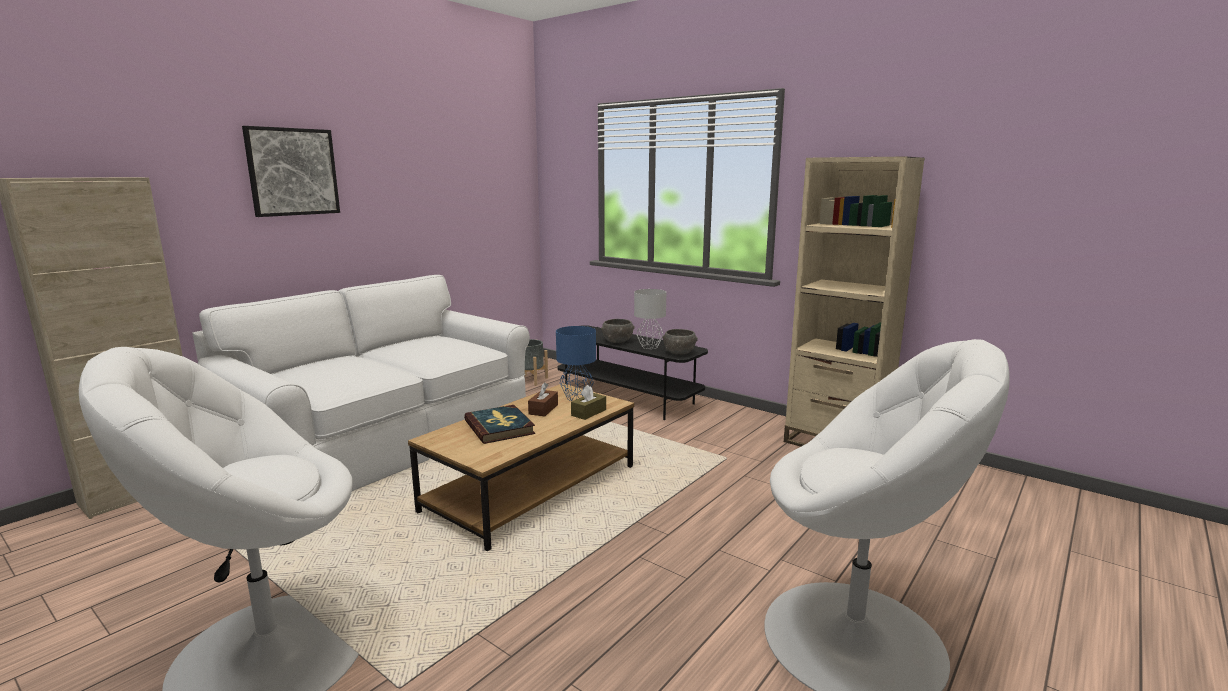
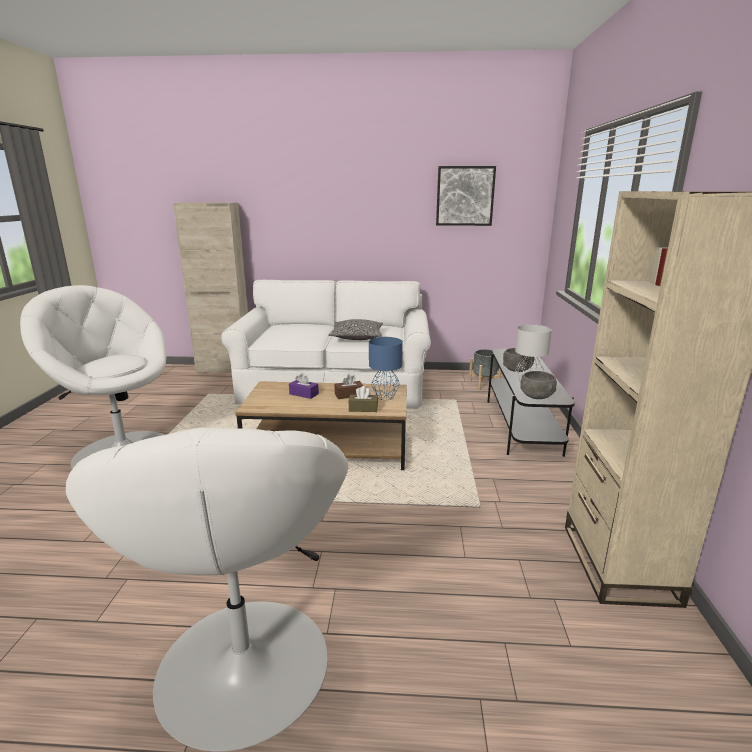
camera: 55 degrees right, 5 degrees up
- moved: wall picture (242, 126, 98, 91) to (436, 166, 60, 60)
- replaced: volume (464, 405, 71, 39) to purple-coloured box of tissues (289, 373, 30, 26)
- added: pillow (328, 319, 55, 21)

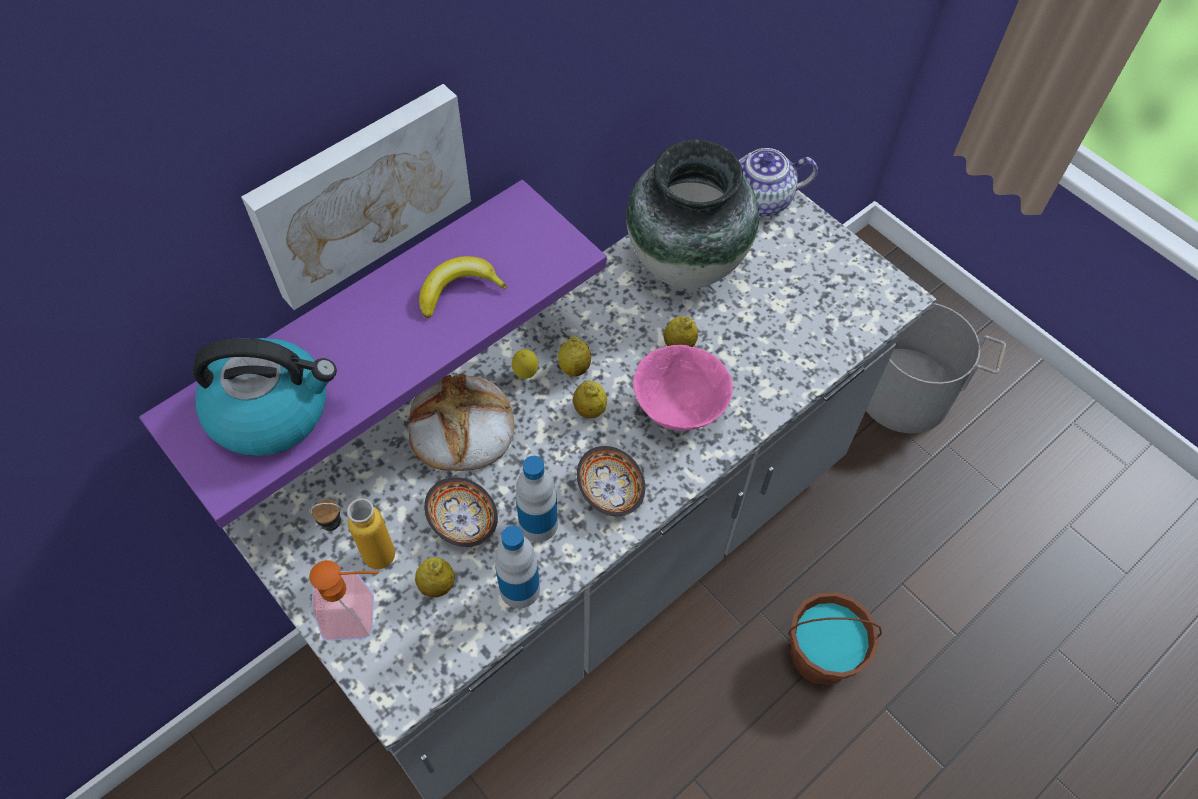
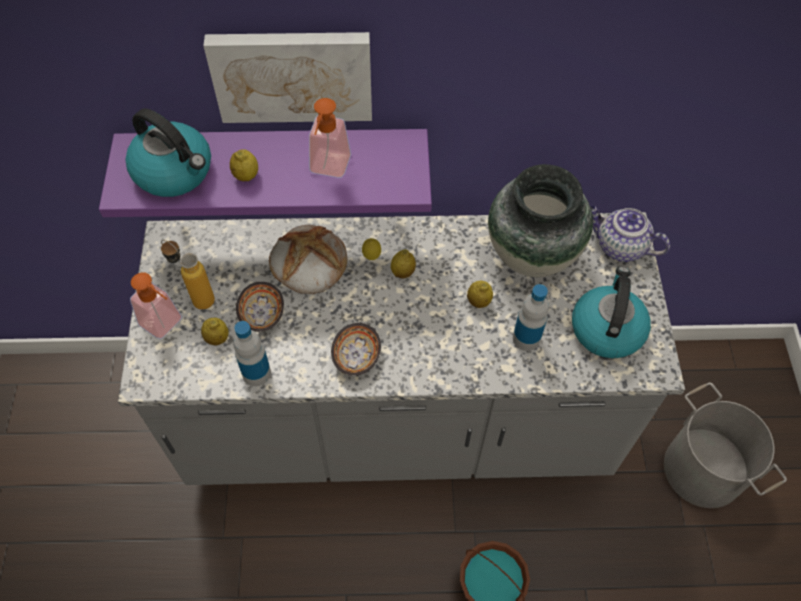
camera: 40 degrees right, 0 degrees up
- replaced: banana (419, 256, 89, 62) to soap bottle (309, 98, 42, 80)
- moved: drink bottle (516, 456, 42, 86) to (513, 284, 36, 67)
- moved: whole lemon (573, 381, 34, 37) to (230, 149, 28, 32)
- removed: pinkish serving bowl (633, 345, 100, 86)
- added: kettle (572, 267, 79, 91)

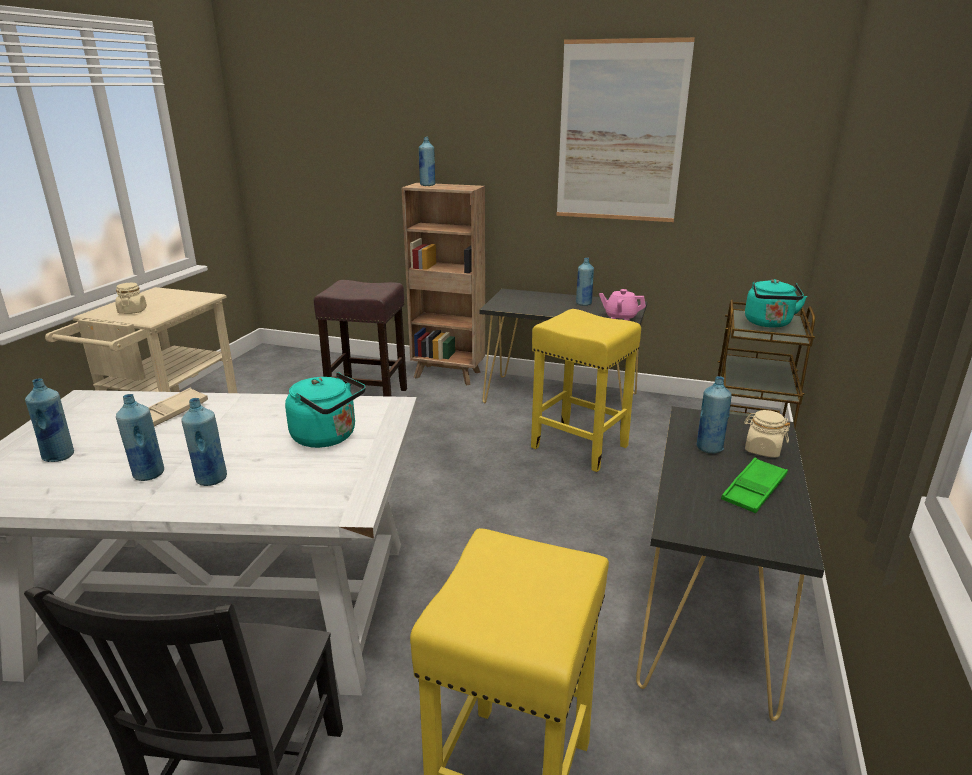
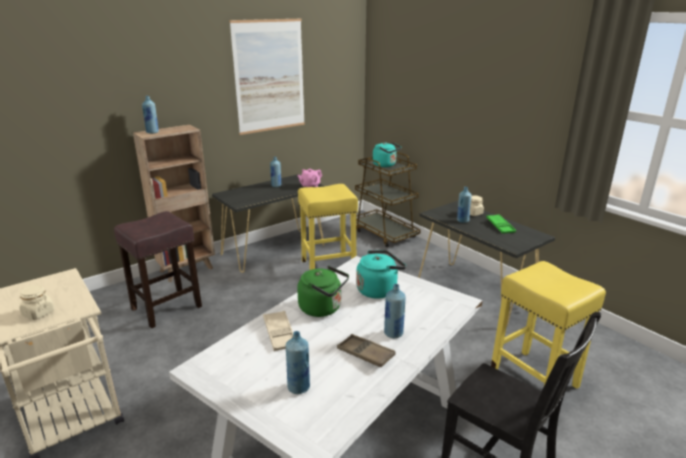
camera: 55 degrees left, 0 degrees up
- replaced: bluish drink bottle (116, 394, 48, 87) to brownish carrying tray (337, 334, 58, 33)
- added: green-coloured kettle (297, 266, 52, 51)

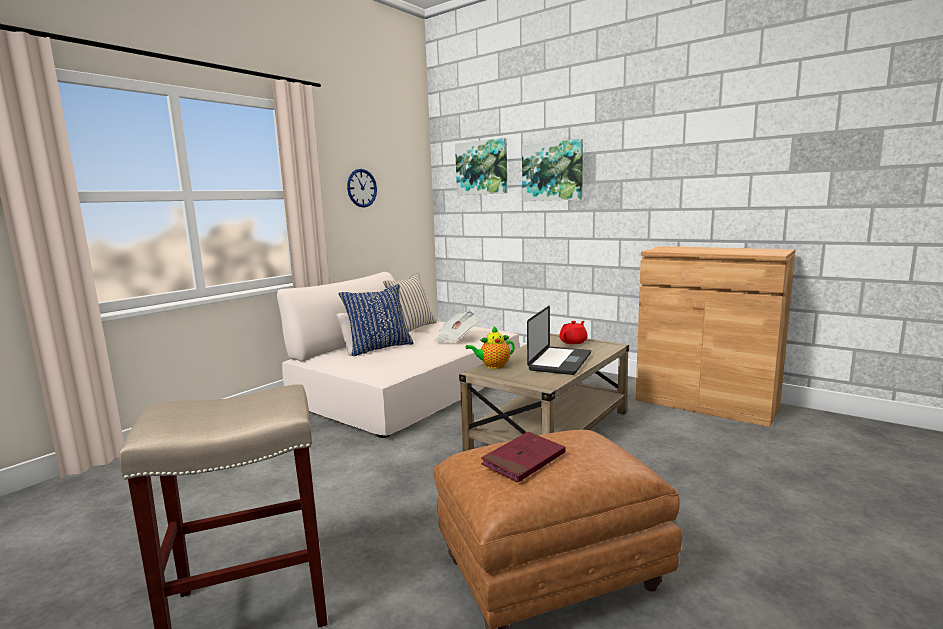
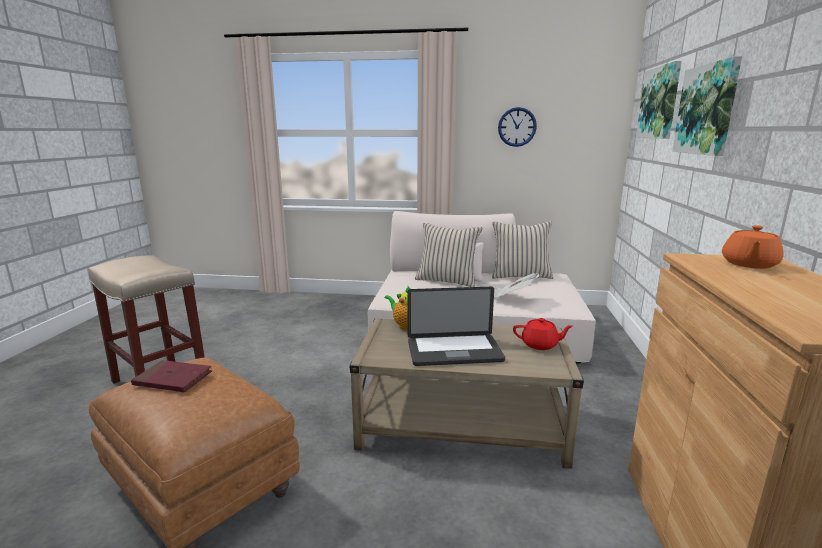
camera: 60 degrees right, 5 degrees up
- recoloured: bluish pillow (339, 284, 75, 72) to sand-coloured pillow (415, 223, 67, 64)
- added: orange-coloured pot for tea (722, 225, 62, 44)

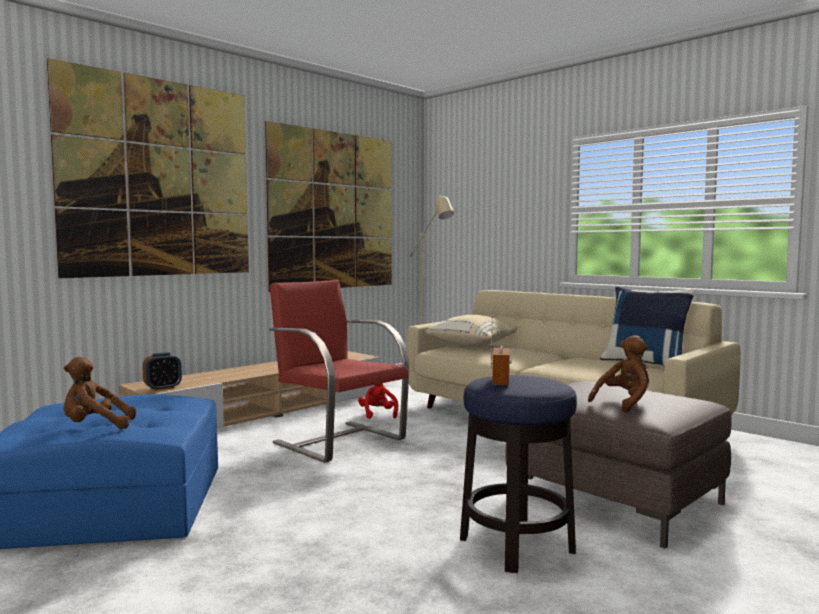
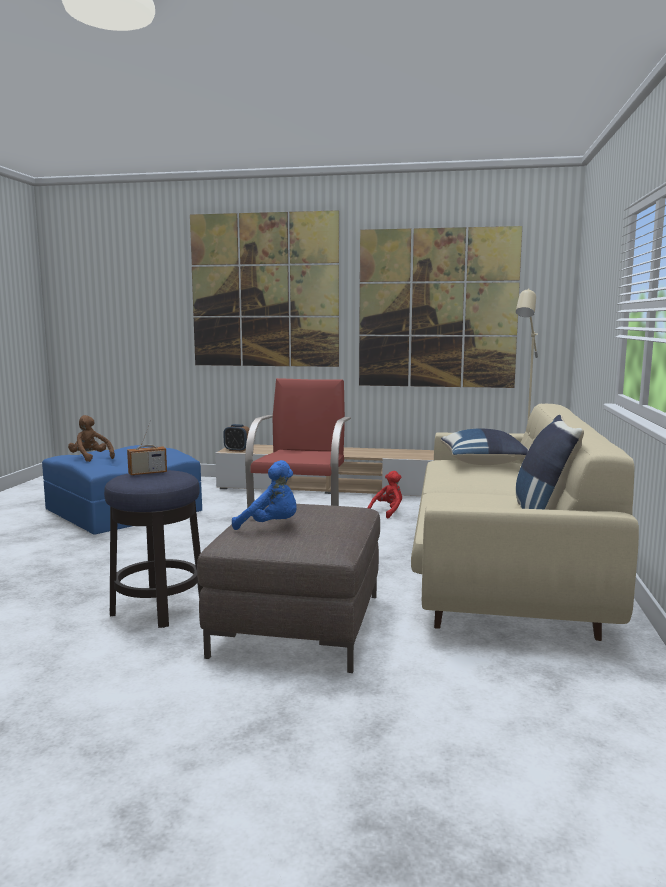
camera: 55 degrees right, 5 degrees up
- recoloured: sand-coloured pillow (425, 315, 92, 32) to bluish pillow (441, 429, 88, 36)
- recoloured: brownish plush toy (588, 335, 61, 78) to bluish plush toy (232, 460, 65, 70)

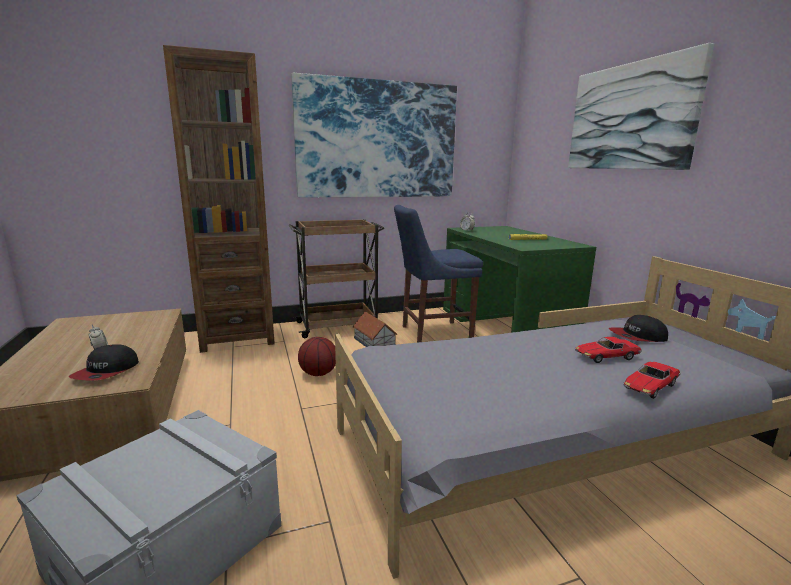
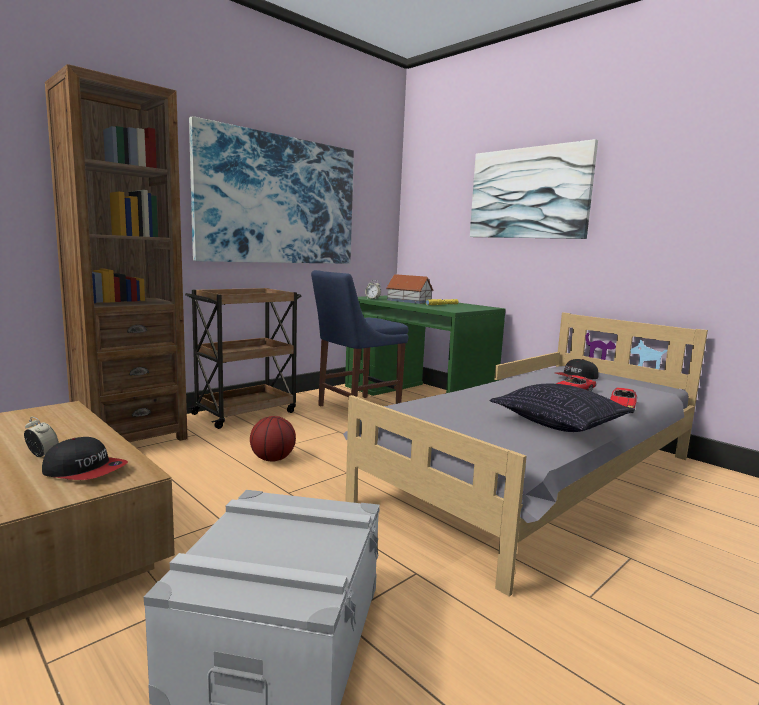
camera: 25 degrees left, 5 degrees down
- turned: baseball cap (68, 345, 71, 36) = (42, 437, 86, 43) 60 degrees counterclockwise
- moved: miniature house (353, 312, 44, 35) to (386, 274, 47, 30)
- added: pillow (490, 384, 145, 48)

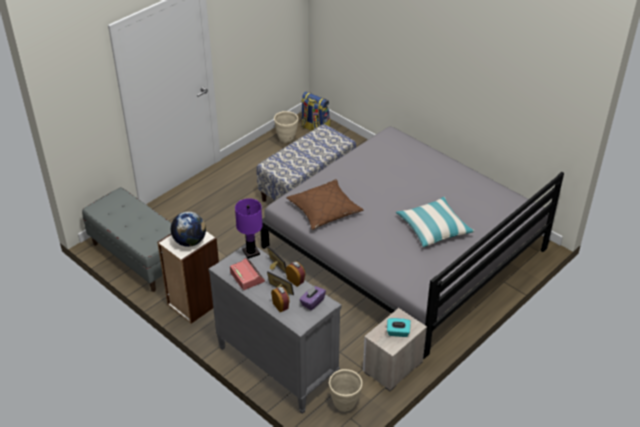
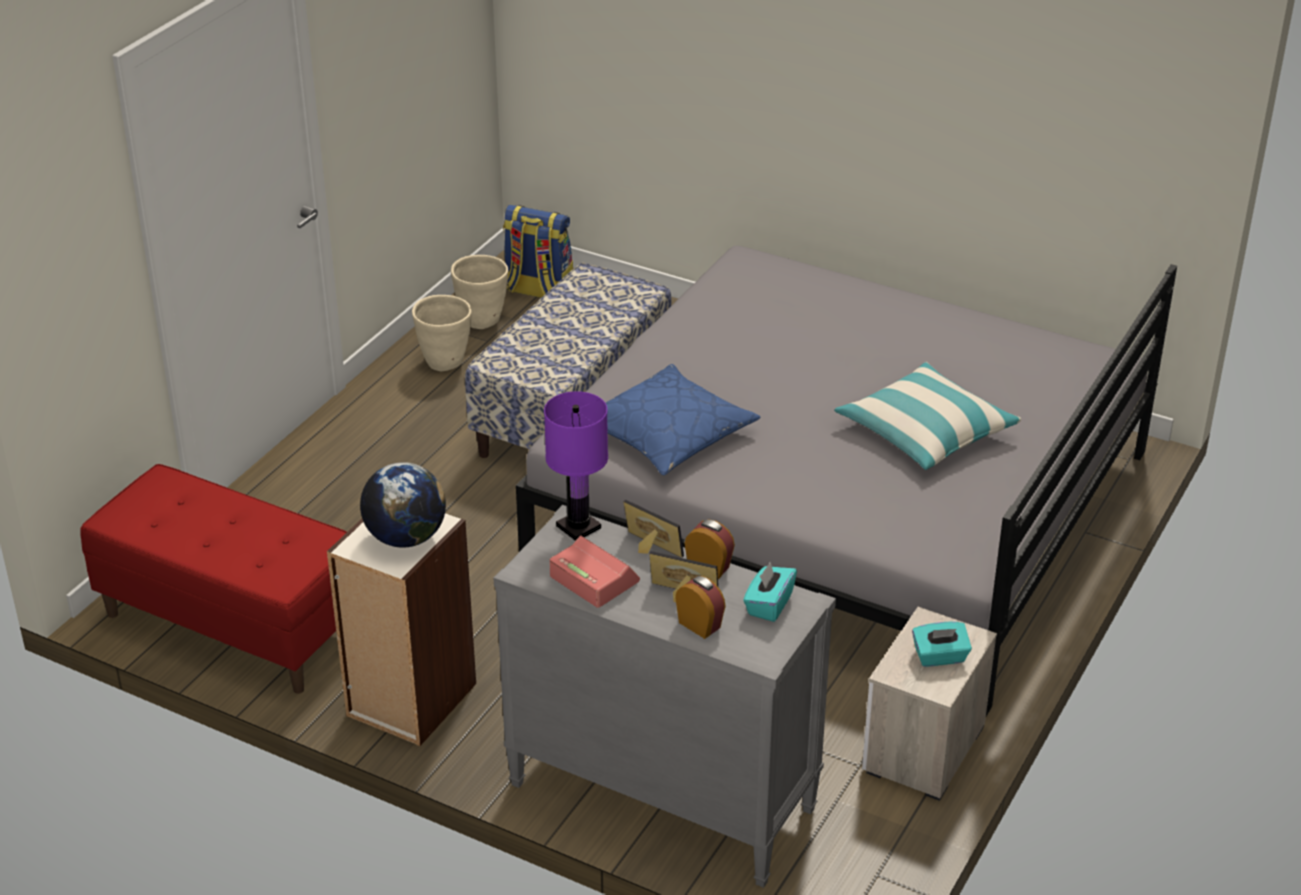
camera: 15 degrees left, 5 degrees down
- recoloured: gray bench (82, 187, 90, 105) to red-coloured bench (80, 464, 267, 230)
- recoloured: brownish pillow (286, 179, 77, 51) to bluish pillow (606, 364, 154, 111)
- recoloured: purple-coloured box of tissues (299, 286, 27, 24) to blue-green box of tissues (743, 561, 54, 61)
- moved: sand-coloured planter (329, 369, 34, 43) to (412, 295, 60, 77)

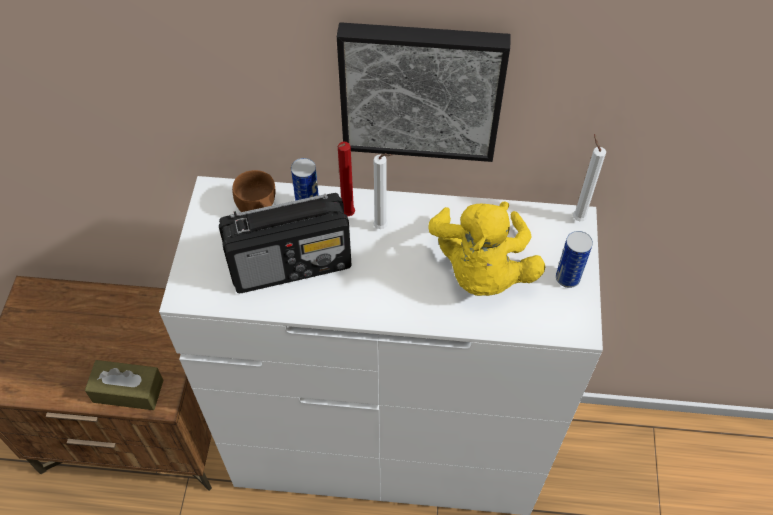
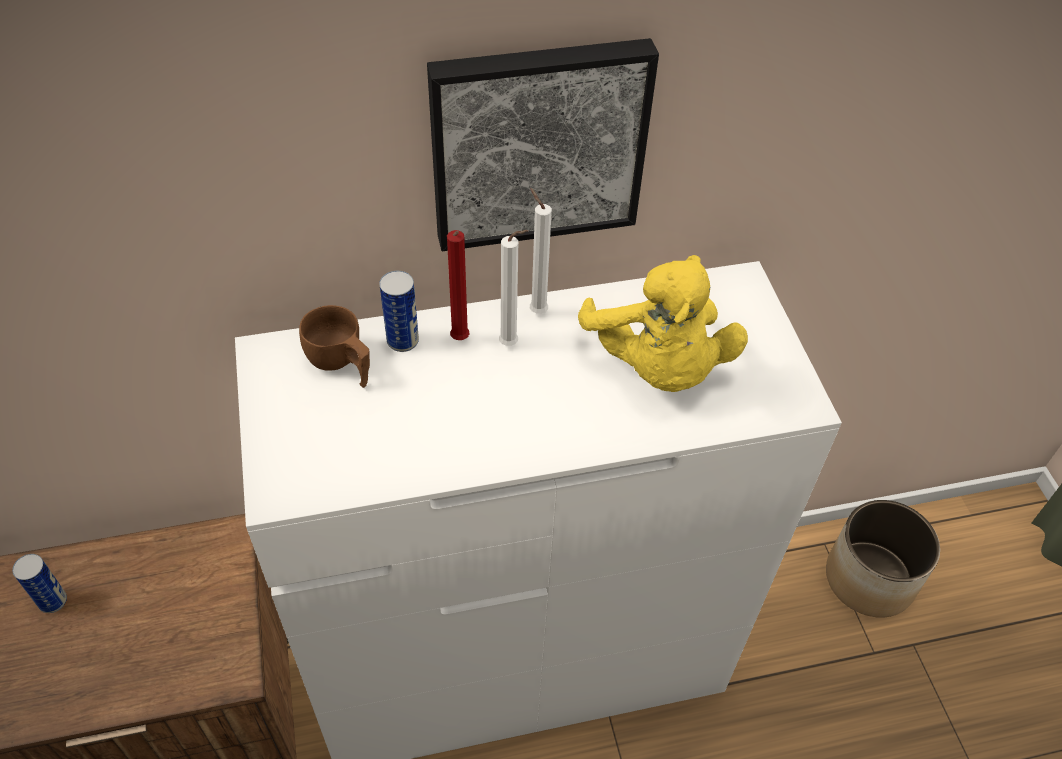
camera: 20 degrees left, 5 degrees down
- removed: brownish box of tissues (85, 360, 78, 50)
- removed: radio set (219, 193, 133, 100)
- moved: metal can (556, 231, 37, 57) to (12, 554, 55, 59)
- moved: whitish wax light (573, 134, 33, 87) to (530, 188, 22, 126)
- added: planter (826, 500, 114, 118)

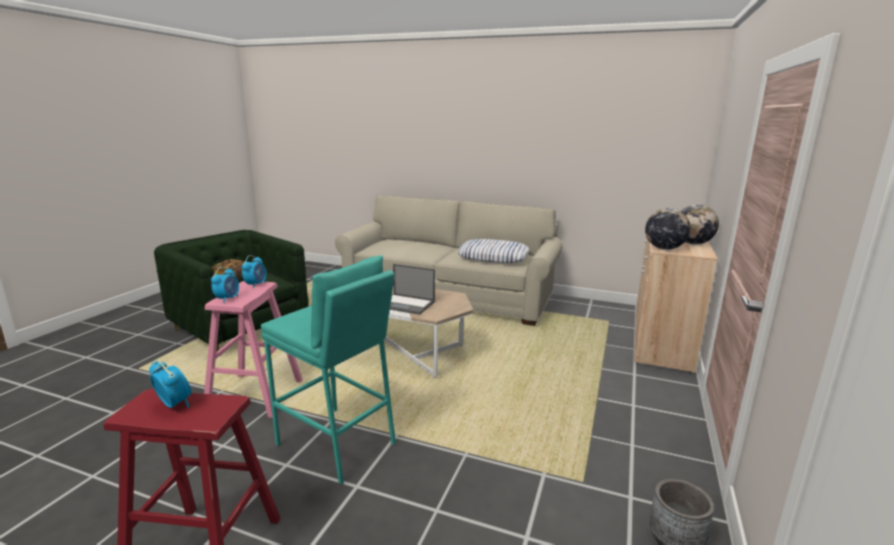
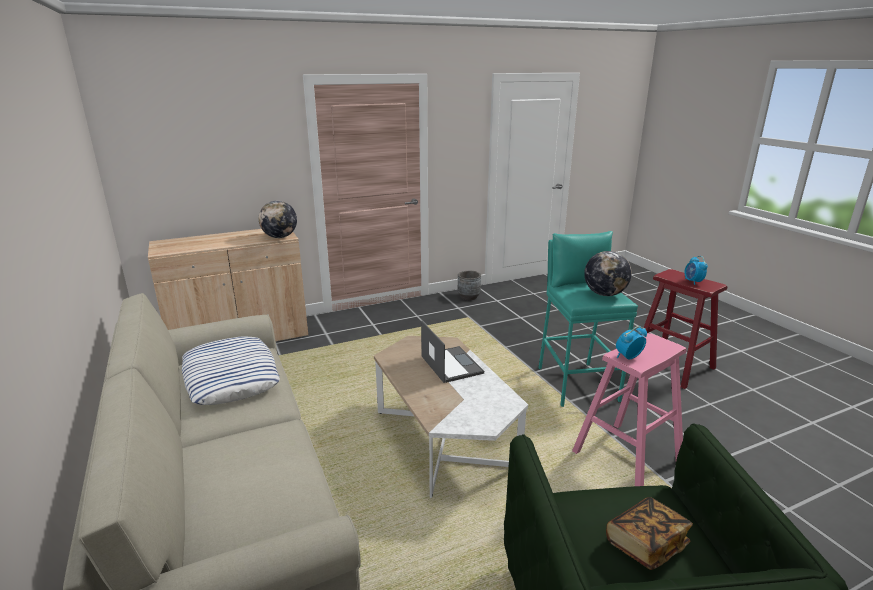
camera: 135 degrees left, 5 degrees up
- removed: alarm clock (211, 267, 28, 36)
- moved: world globe (681, 204, 38, 41) to (584, 251, 48, 45)

